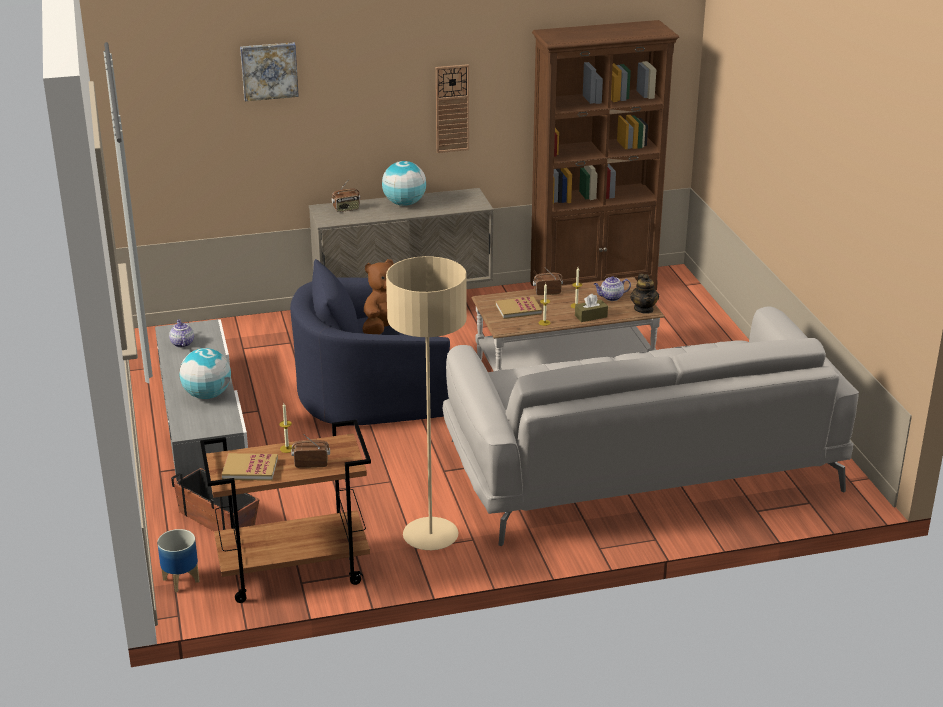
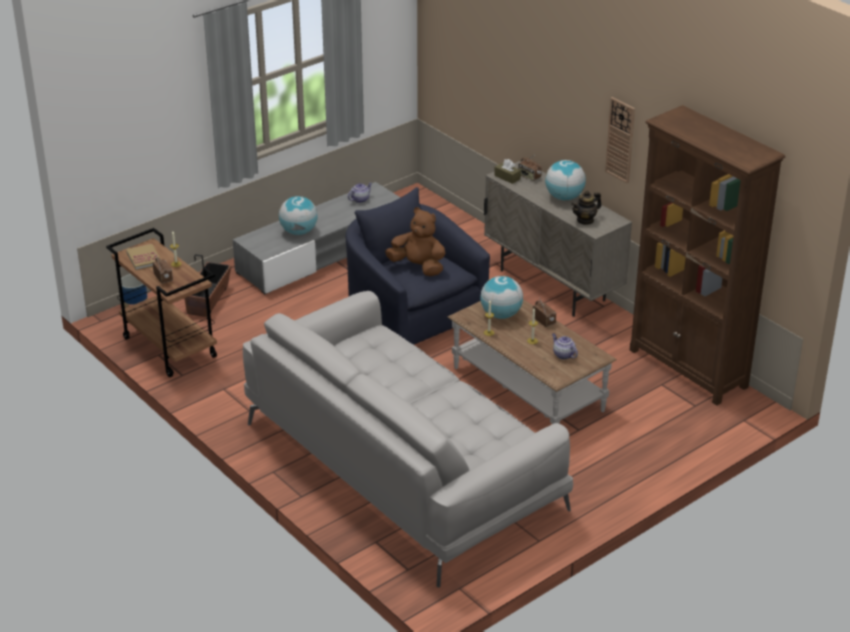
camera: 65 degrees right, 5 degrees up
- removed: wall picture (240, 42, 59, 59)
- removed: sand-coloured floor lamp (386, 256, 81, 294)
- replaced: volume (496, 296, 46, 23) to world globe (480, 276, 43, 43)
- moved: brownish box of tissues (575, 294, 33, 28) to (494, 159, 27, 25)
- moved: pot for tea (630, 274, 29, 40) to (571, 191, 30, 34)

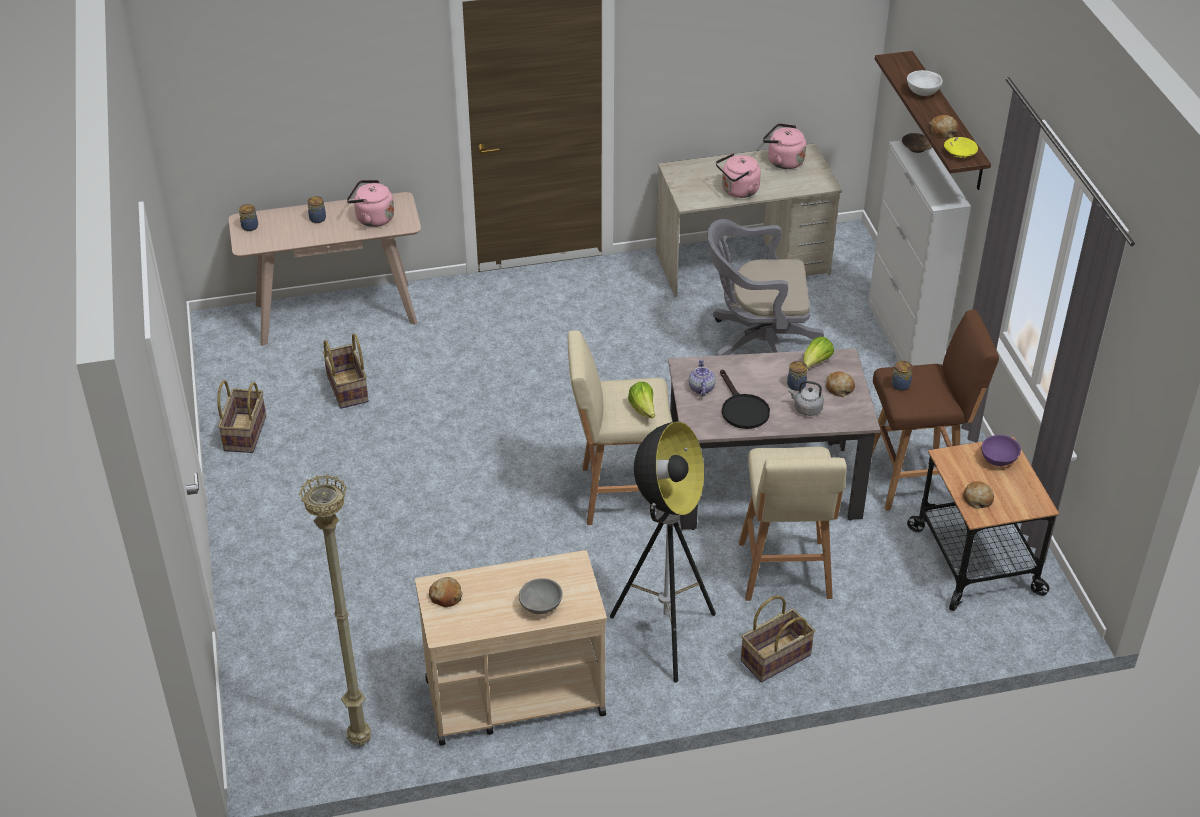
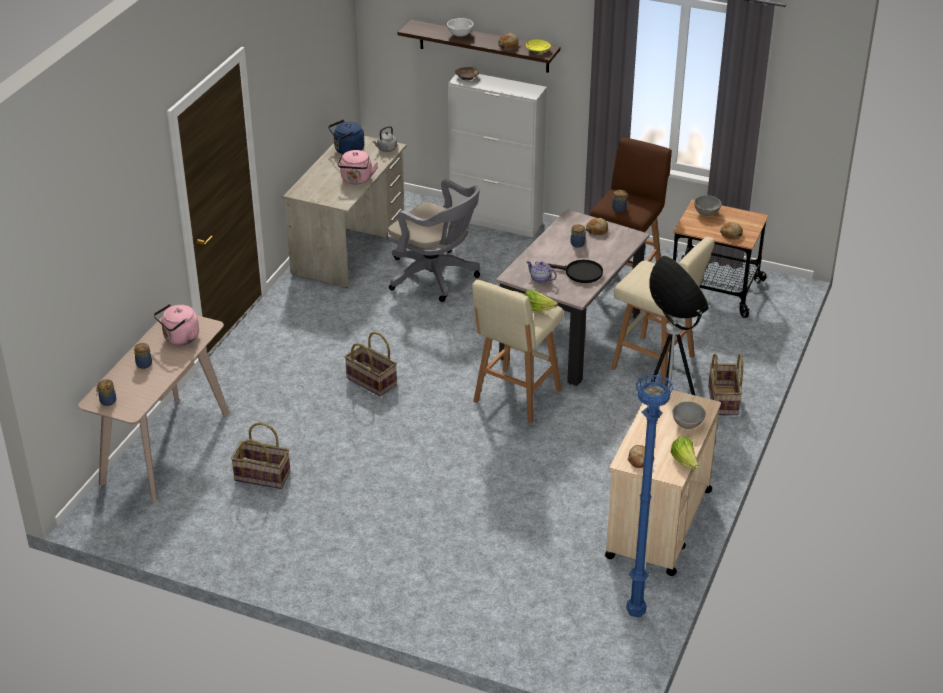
camera: 55 degrees left, 5 degrees down
- moved: household basket (217, 380, 49, 73) to (344, 332, 53, 65)
- recoloured: sand-coloured floor lamp (299, 474, 72, 272) to bluish floor lamp (626, 374, 47, 243)
- turned: gray desk chair (708, 219, 116, 137) = (387, 179, 93, 123) 90 degrees counterclockwise
- recoloured: pinkish kettle (763, 123, 43, 46) to bluish kettle (328, 120, 36, 34)
- moved: gray kettle (788, 381, 36, 35) to (373, 126, 24, 26)
- moved: head of lettuce (803, 337, 31, 32) to (670, 436, 29, 33)
- recoloured: purple-coloured serving bowl (981, 435, 40, 31) to gray serving bowl (694, 195, 27, 21)

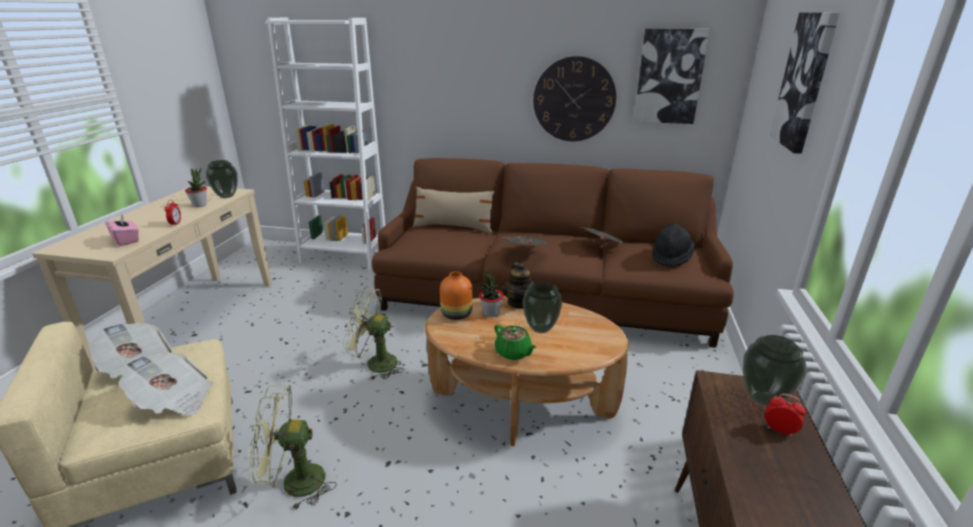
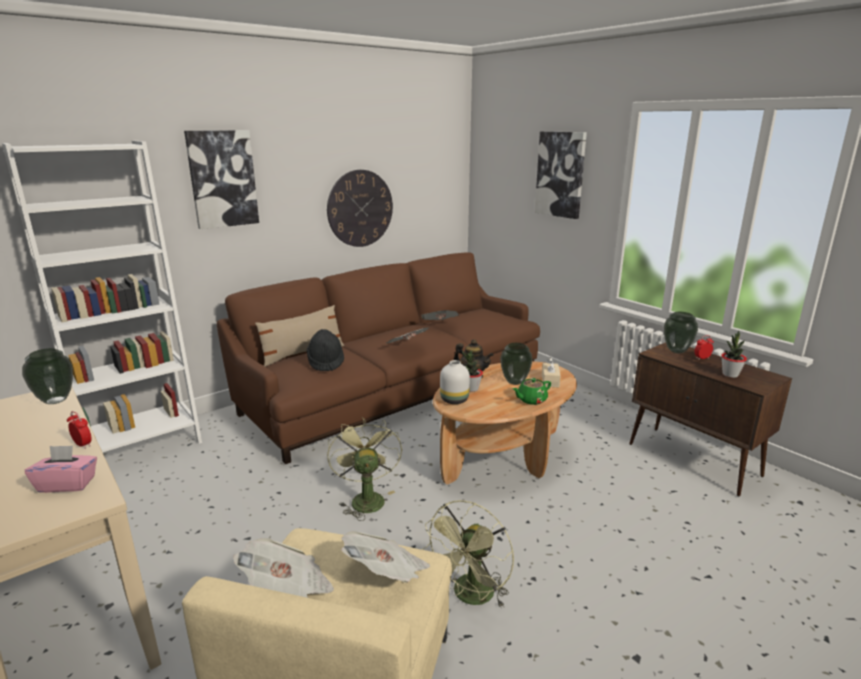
camera: 50 degrees left, 5 degrees down
- moved: plant in a pot (185, 168, 22, 39) to (721, 331, 26, 47)
- turned: green-coloured electric fan (343, 287, 61, 93) = (327, 417, 75, 104) 120 degrees clockwise
- recoloured: orange-coloured decorative vase (440, 271, 33, 49) to whitish decorative vase (440, 360, 30, 44)
- turned: green-coloured pot for tea (494, 325, 43, 35) = (512, 378, 39, 27) 150 degrees clockwise
- moved: wall picture (634, 28, 76, 96) to (184, 130, 75, 99)
- moved: blackish wearable hat (652, 223, 43, 44) to (306, 329, 38, 42)
- added: sand-coloured box of tissues (542, 357, 19, 31)

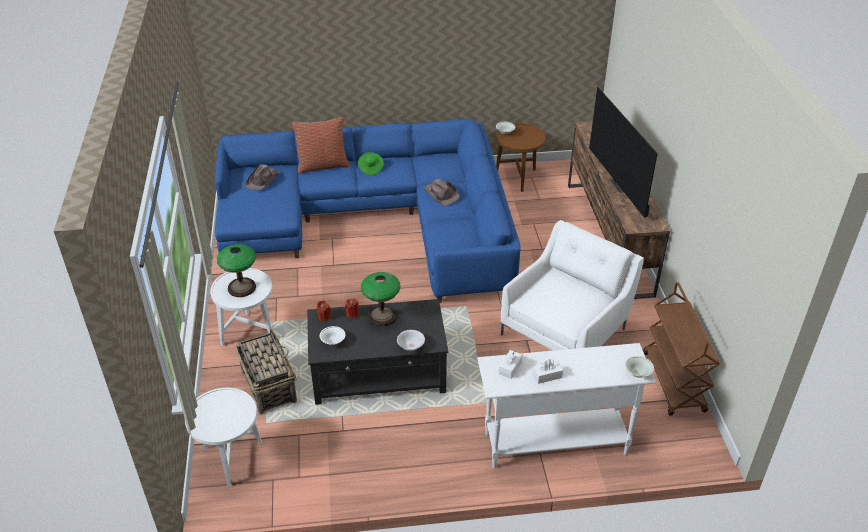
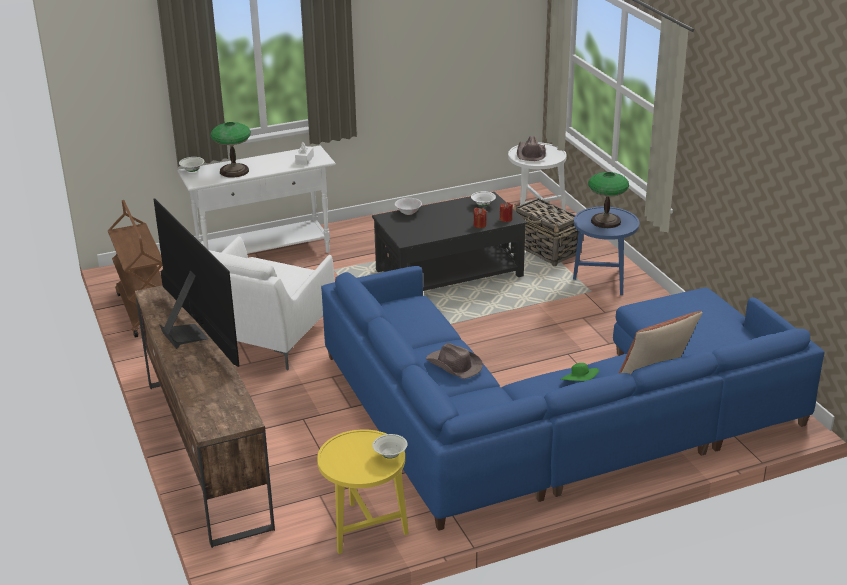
camera: 165 degrees right, 10 degrees down
- recoloured: whitish end table (210, 268, 62, 78) to bluish end table (573, 207, 66, 88)
- moved: brownish wearable hat (245, 165, 35, 25) to (517, 136, 29, 25)
- moved: tabletop lamp (361, 272, 39, 55) to (211, 122, 40, 56)
- recoloured: brownish end table (496, 123, 50, 69) to yellow end table (317, 429, 92, 125)
- removed: whitish box of tissues (533, 359, 30, 25)

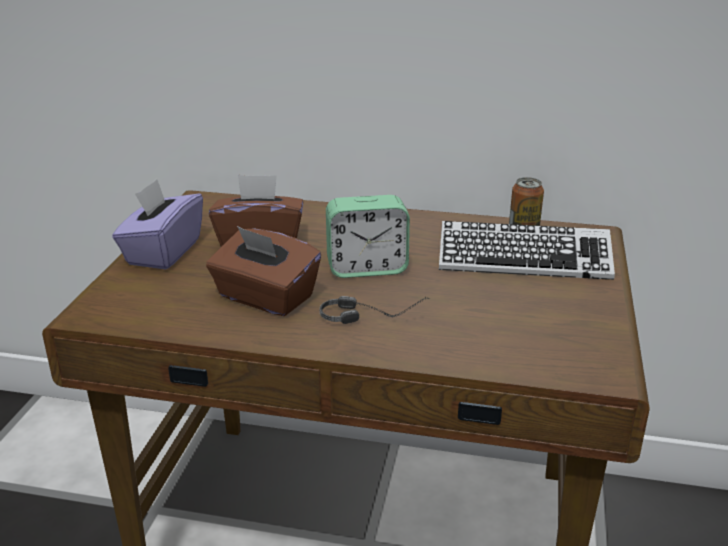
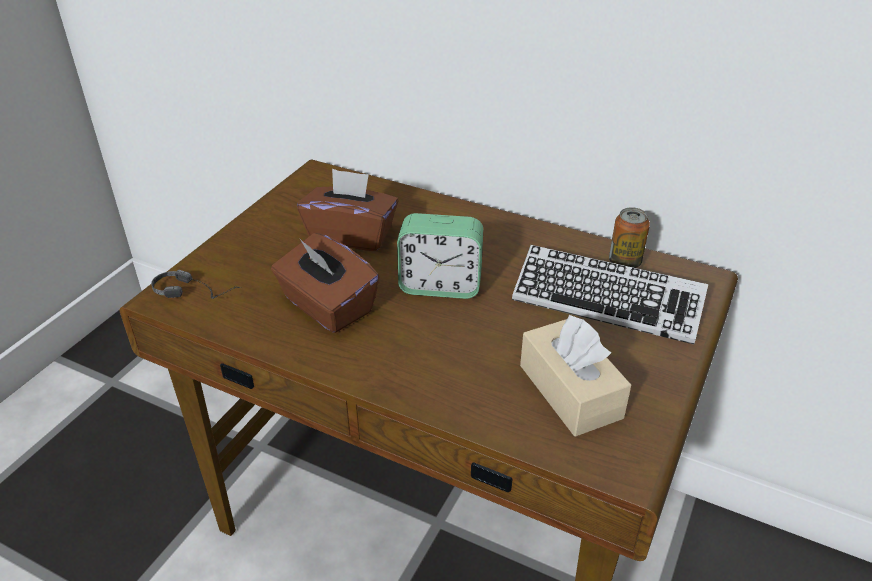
camera: 15 degrees right, 10 degrees up
- removed: purple-coloured box of tissues (112, 179, 91, 90)
- moved: headphones (320, 296, 110, 28) to (151, 270, 91, 29)
- added: sand-coloured box of tissues (520, 315, 111, 121)

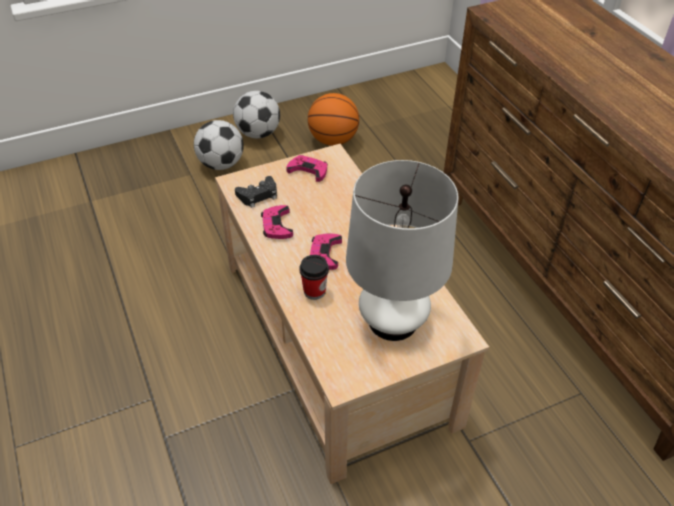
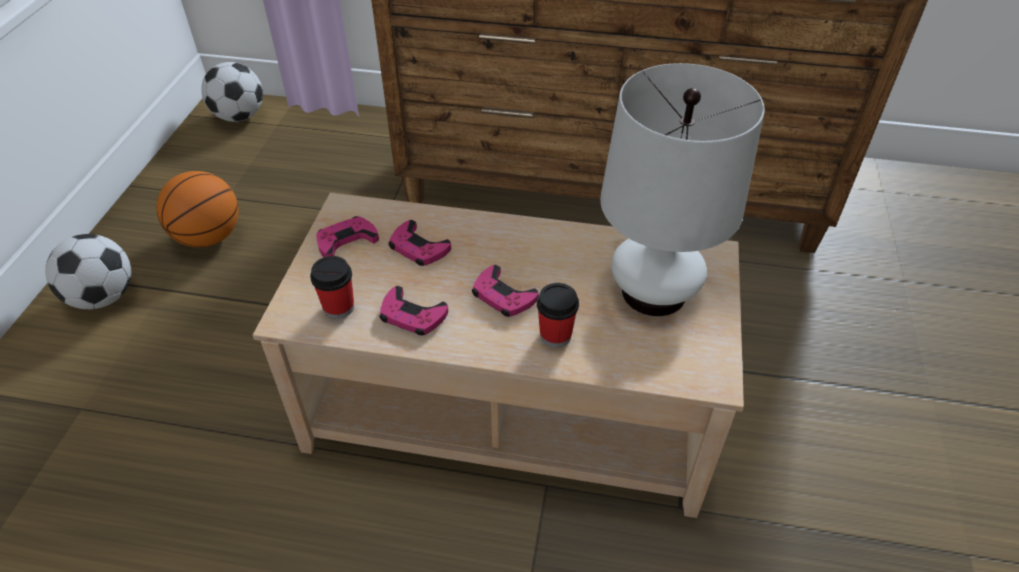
camera: 55 degrees left, 0 degrees up
- moved: football ball (194, 120, 50, 50) to (201, 62, 62, 60)
- replaced: blackish game controller (235, 176, 42, 32) to cup (310, 256, 44, 63)
- added: pinkish game controller (389, 220, 62, 46)

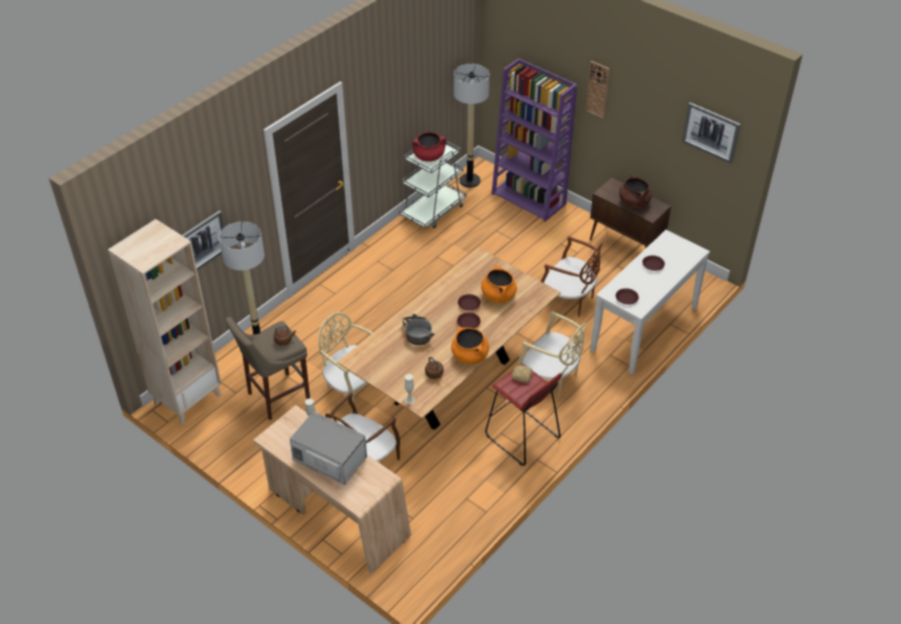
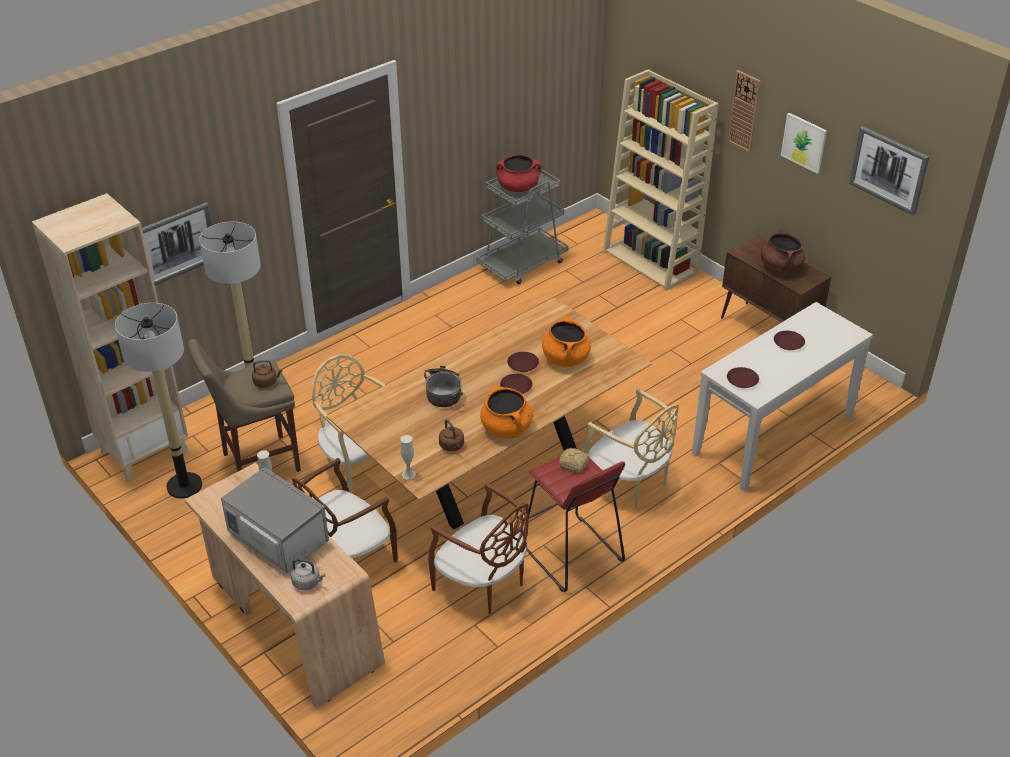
camera: 10 degrees right, 5 degrees down
- moved: floor lamp (454, 64, 36, 124) to (115, 303, 87, 196)
- recoloured: purple-coloured bookshelf (492, 58, 85, 164) to sand-coloured bookshelf (603, 69, 116, 222)
- moved: brownish upright chair (541, 236, 62, 80) to (428, 483, 101, 131)
- added: gray kettle (291, 559, 34, 31)
- added: wall picture (781, 113, 46, 61)

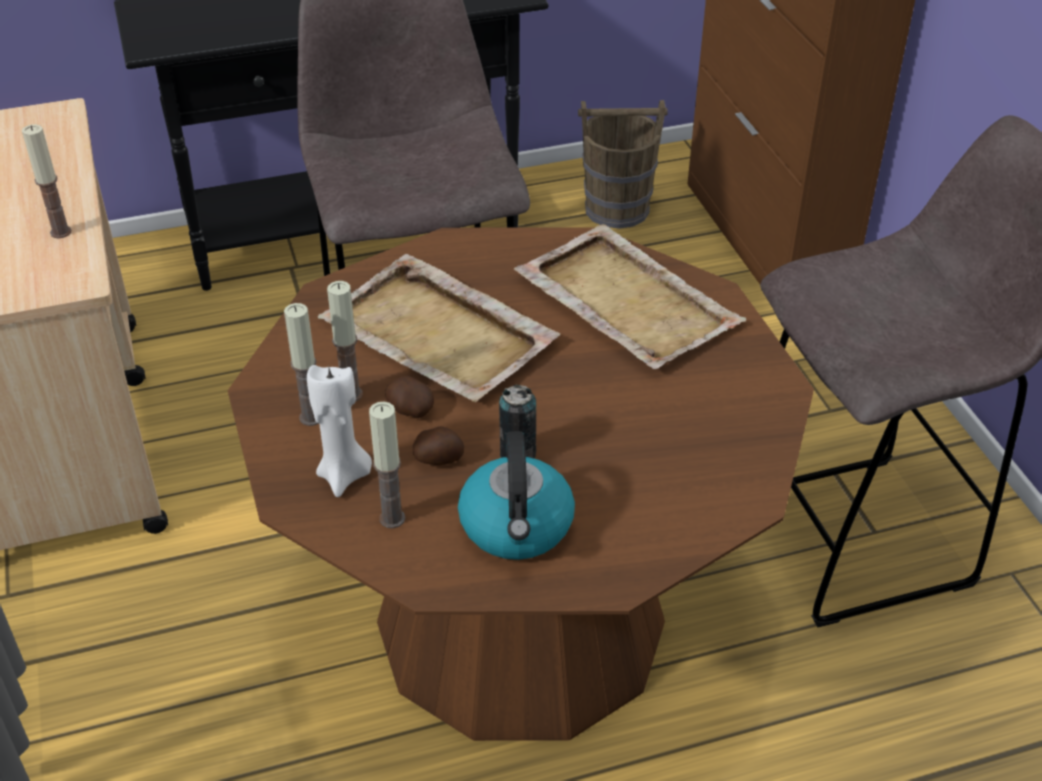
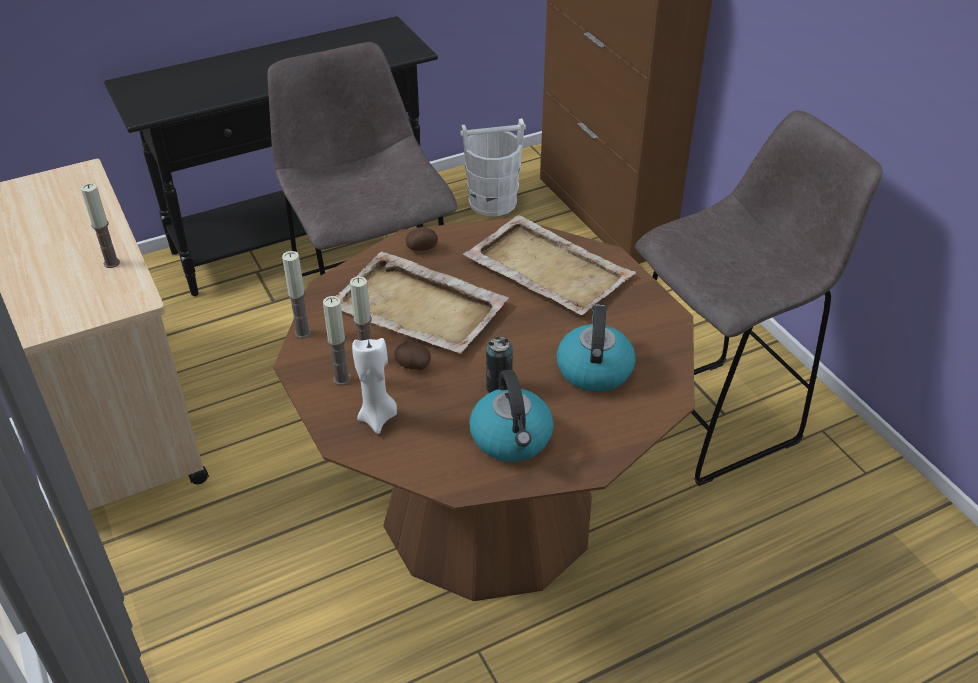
camera: 10 degrees left, 0 degrees up
- moved: wax light (369, 401, 36, 127) to (282, 251, 29, 88)
- moved: potato (413, 426, 51, 39) to (406, 227, 32, 24)
- recoloured: brownish bucket (578, 100, 90, 129) to whitish bucket (460, 119, 66, 97)
- added: kettle (557, 304, 79, 88)

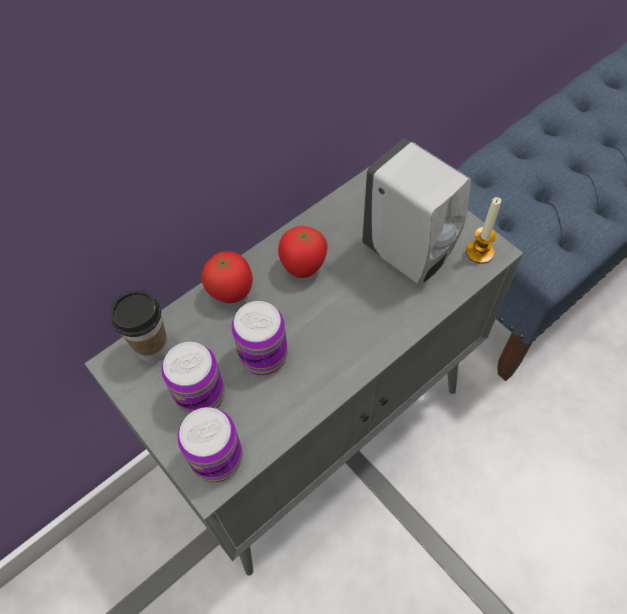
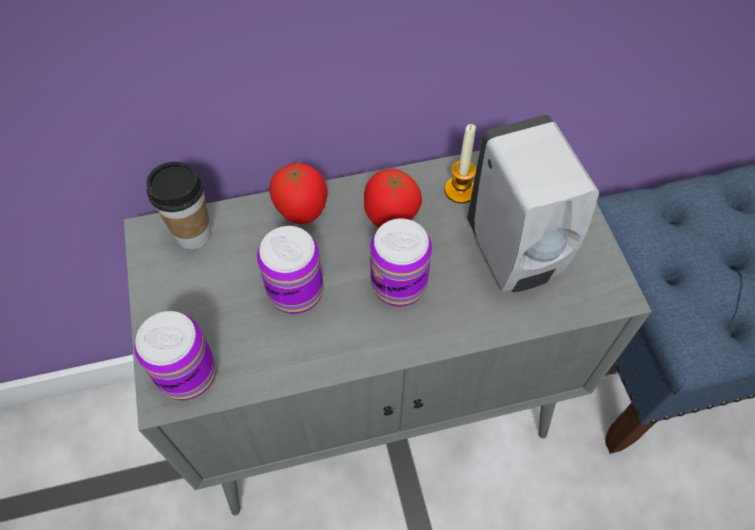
camera: 25 degrees right, 0 degrees up
- moved: metal can (161, 342, 63, 72) to (370, 219, 62, 88)
- moved: wax light (466, 197, 35, 67) to (444, 124, 32, 79)

